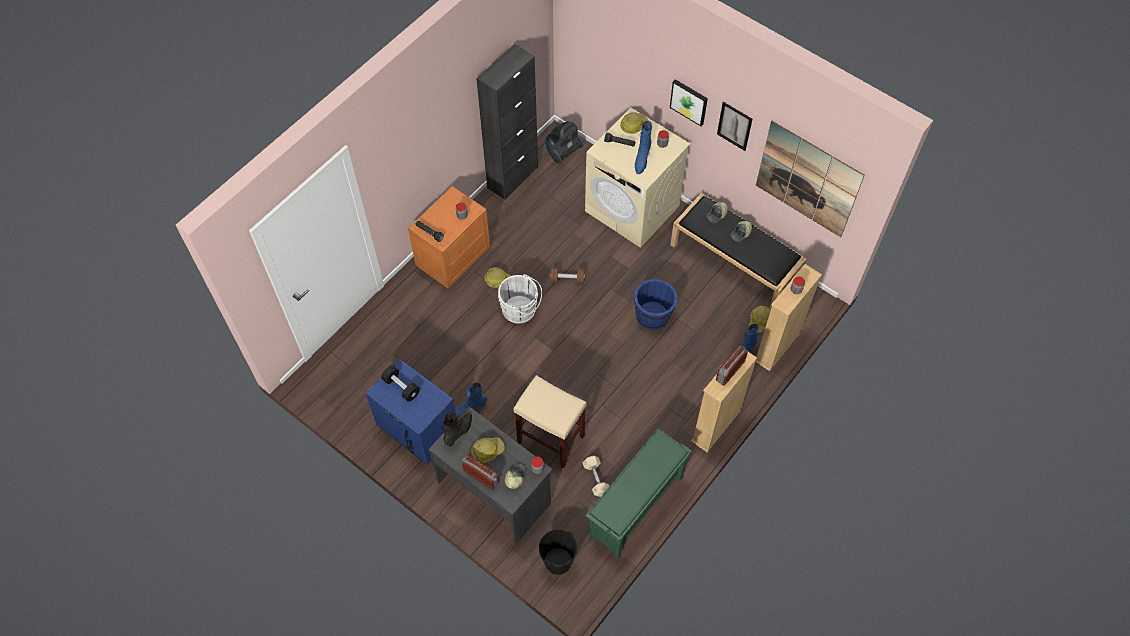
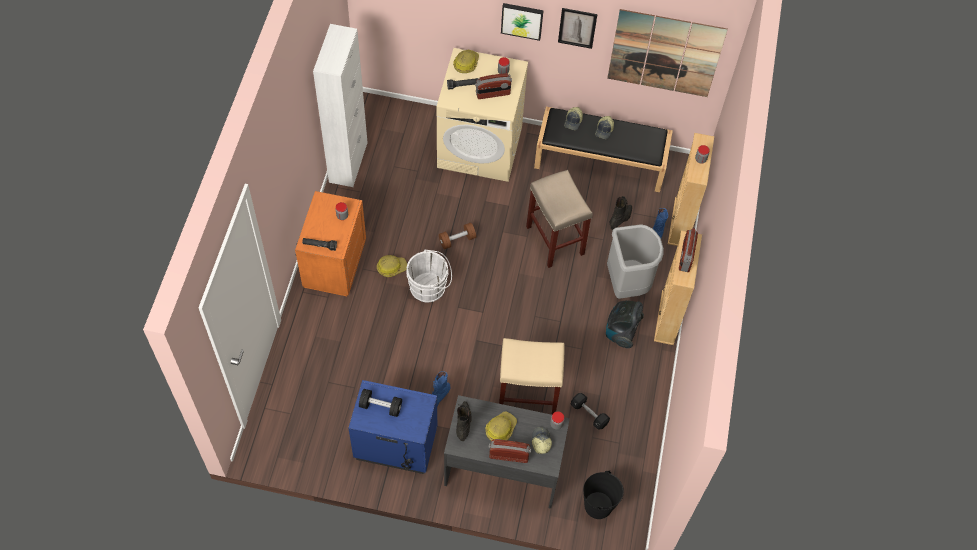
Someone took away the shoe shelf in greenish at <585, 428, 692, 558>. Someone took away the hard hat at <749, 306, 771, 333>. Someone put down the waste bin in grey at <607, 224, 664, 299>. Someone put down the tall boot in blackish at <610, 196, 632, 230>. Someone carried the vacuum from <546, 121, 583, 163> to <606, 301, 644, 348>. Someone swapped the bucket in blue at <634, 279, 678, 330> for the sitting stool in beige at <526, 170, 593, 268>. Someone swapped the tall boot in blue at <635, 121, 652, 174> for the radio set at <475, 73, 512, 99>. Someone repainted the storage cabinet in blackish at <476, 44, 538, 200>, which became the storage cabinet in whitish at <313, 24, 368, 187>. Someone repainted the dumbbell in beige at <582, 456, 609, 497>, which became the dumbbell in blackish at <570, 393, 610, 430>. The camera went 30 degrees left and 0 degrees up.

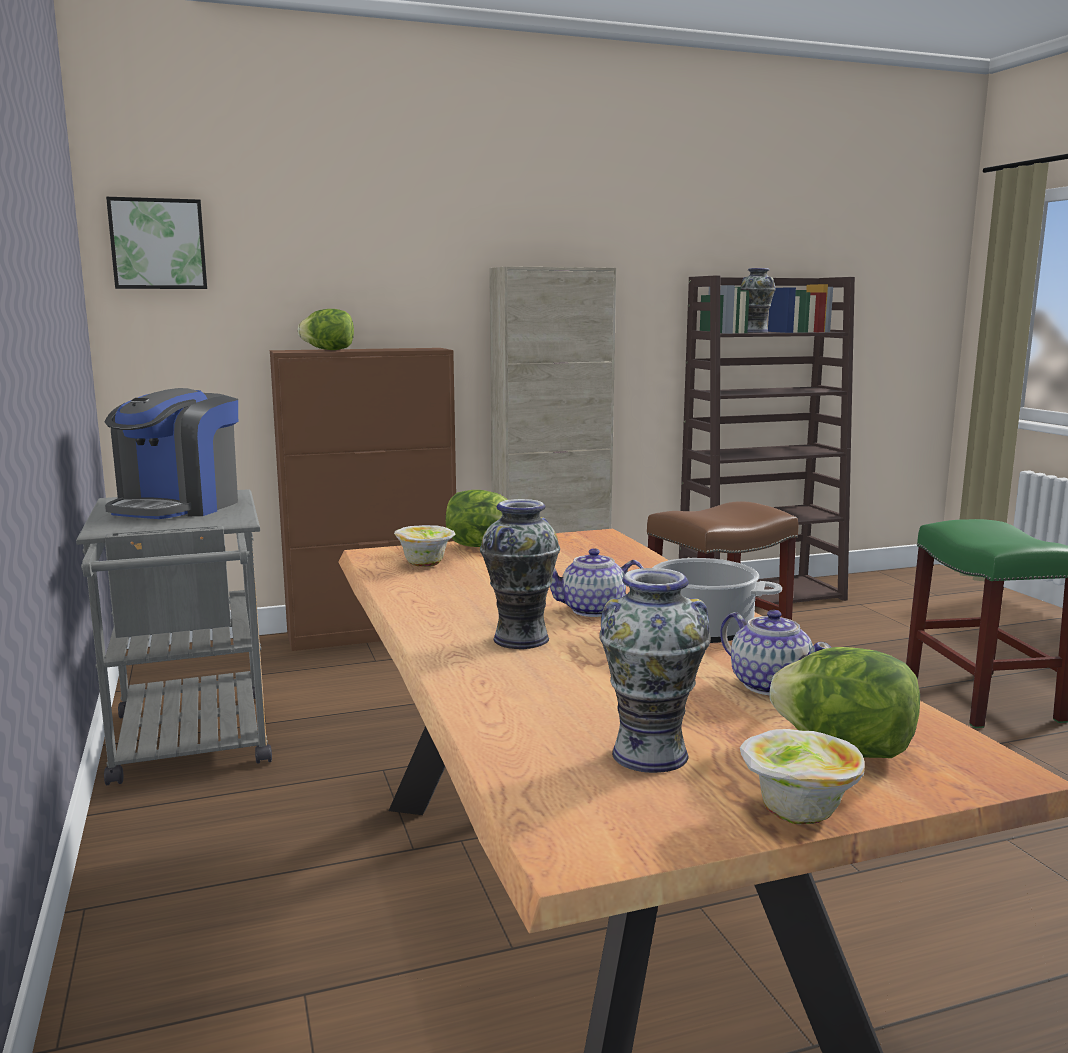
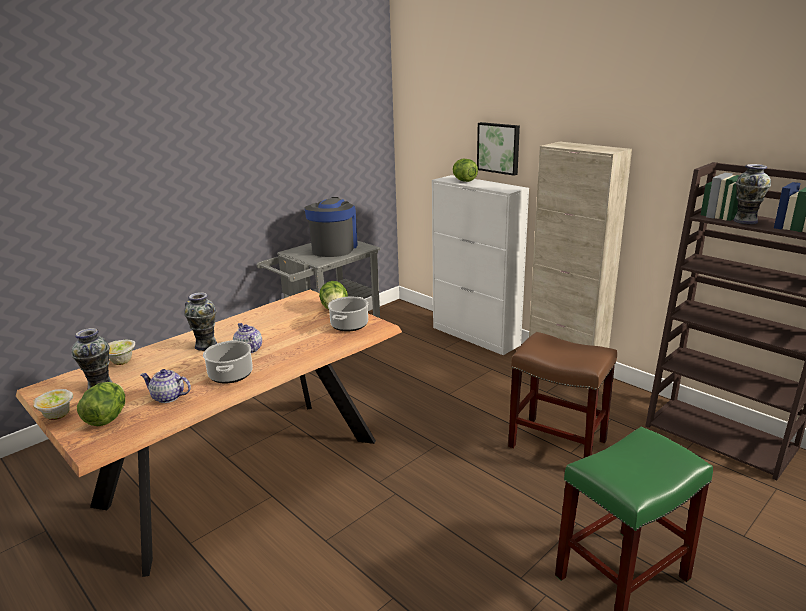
Someone put down the saucepot at <328, 297, 368, 332>. Someone carried the wall picture from <106, 197, 207, 289> to <477, 122, 520, 176>. Someone carried the deep dish from <394, 525, 455, 567> to <108, 339, 135, 365>. Someone repainted the storage cabinet in brownish at <270, 348, 456, 651>, which became the storage cabinet in whitish at <432, 175, 529, 355>. Someone rotated the coffee maker at <105, 388, 238, 519> by 105 degrees clockwise. Someone rotated the tea pot at <720, 610, 831, 695> by 75 degrees clockwise. The camera went 65 degrees right and 10 degrees up.

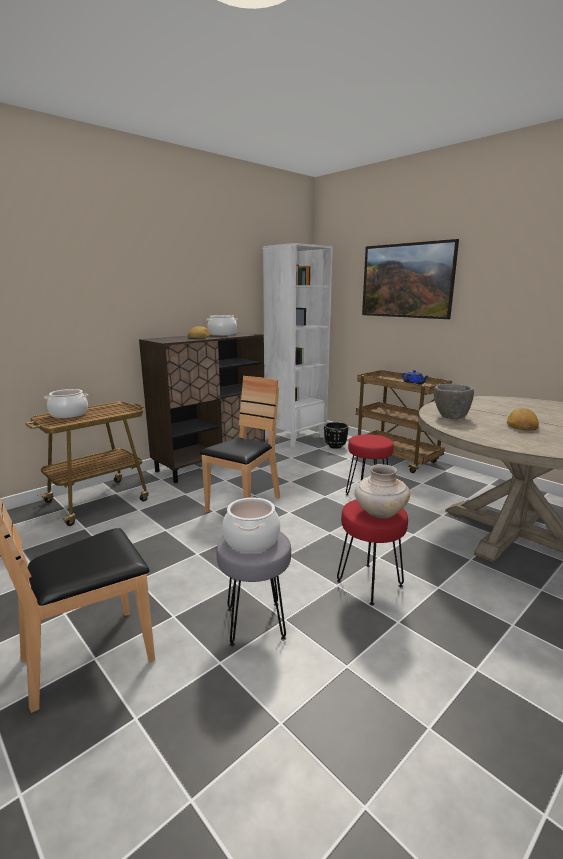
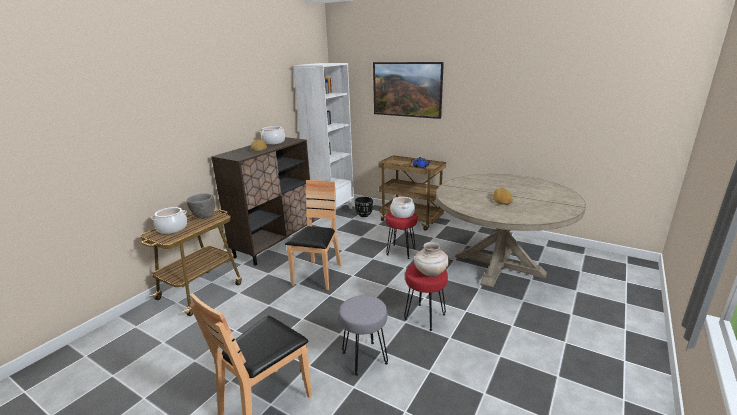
Someone carried the saucepot from <222, 498, 280, 552> to <390, 197, 415, 218>. Someone carried the deep dish in grey from <434, 384, 474, 419> to <187, 194, 215, 219>. The camera went 15 degrees left and 5 degrees up.

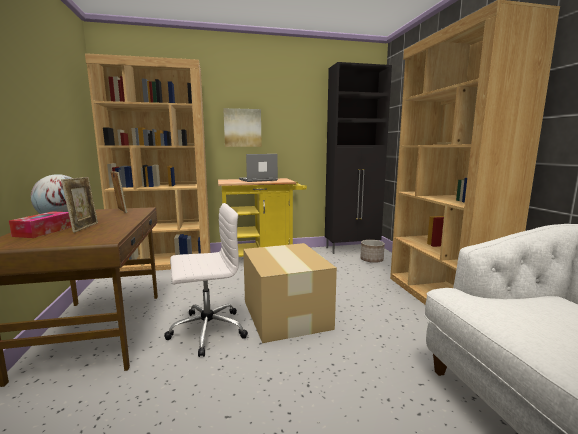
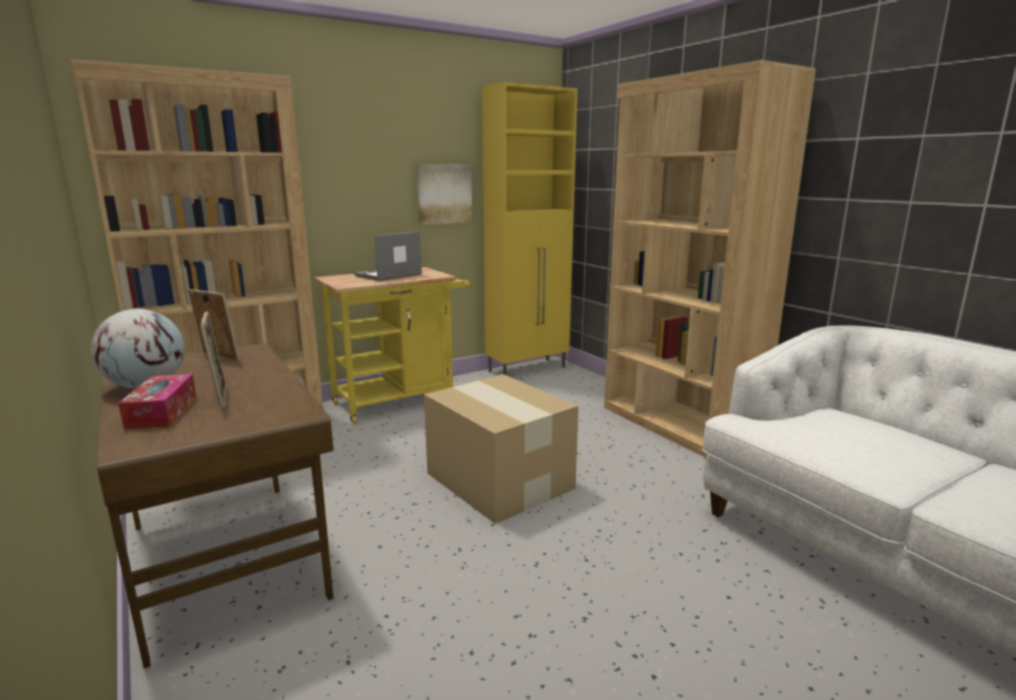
Someone took away the office chair in whitish at <164, 203, 248, 357>. Someone took away the flower pot at <361, 240, 385, 263>. Someone carried the wall picture from <223, 108, 262, 147> to <417, 164, 472, 225>. Someone repainted the storage cabinet in blackish at <325, 62, 392, 254>, which became the storage cabinet in yellowish at <482, 82, 578, 376>. The camera went 20 degrees left and 5 degrees up.

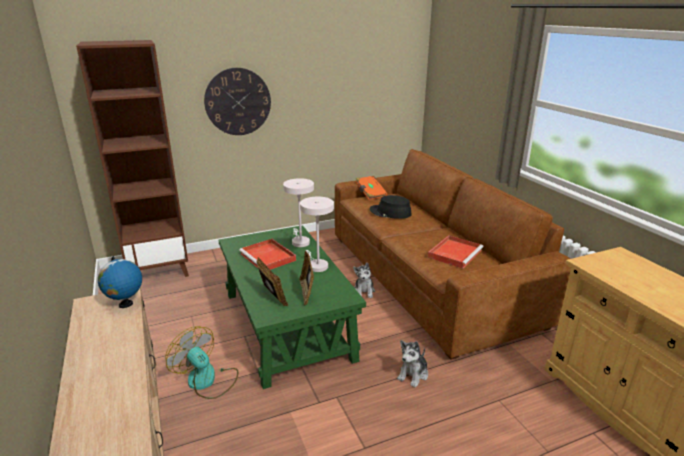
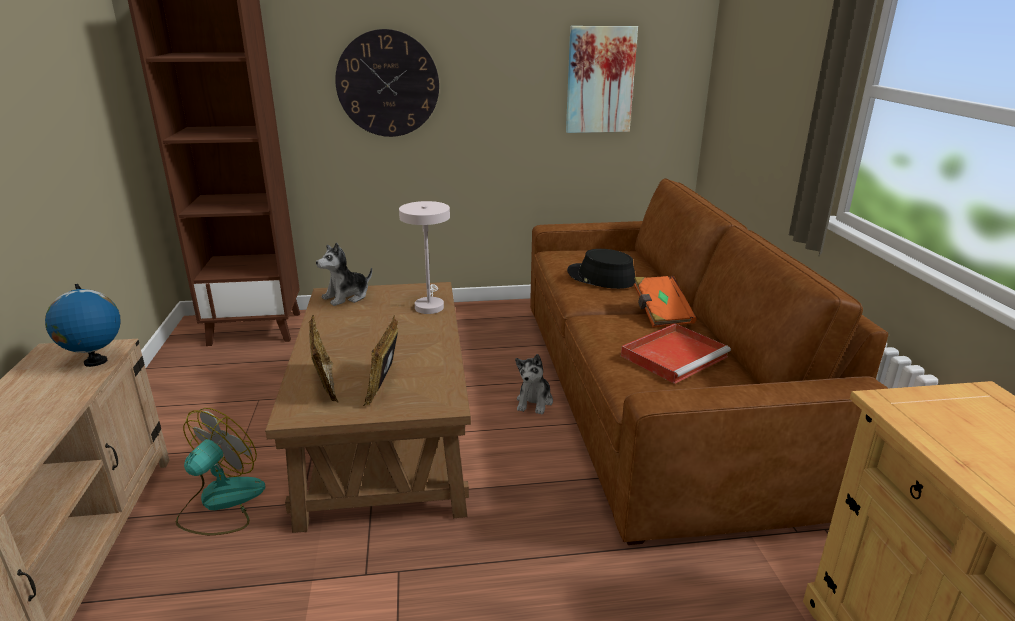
Someone took away the tray in red at <239, 239, 296, 270>. Someone took away the lamp for a table in whitish at <300, 197, 334, 272>. Someone put up the wall picture at <566, 26, 638, 133>. Someone carried the book in orange-coloured from <356, 176, 388, 200> to <634, 276, 697, 328>. Someone carried the plush toy from <397, 340, 428, 387> to <316, 242, 372, 306>. Someone repainted the low table in greenish at <218, 225, 366, 389>, which became the low table in brownish at <265, 282, 471, 533>. Someone rotated the fan at <165, 326, 238, 399> by 60 degrees clockwise. The camera went 15 degrees right and 0 degrees up.

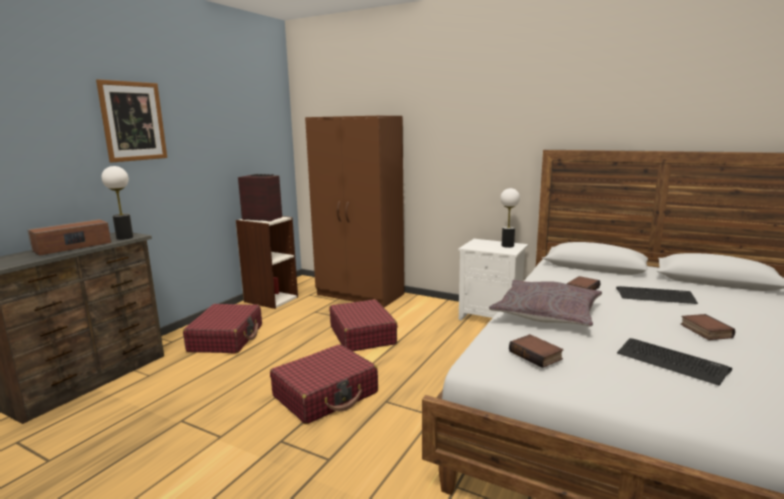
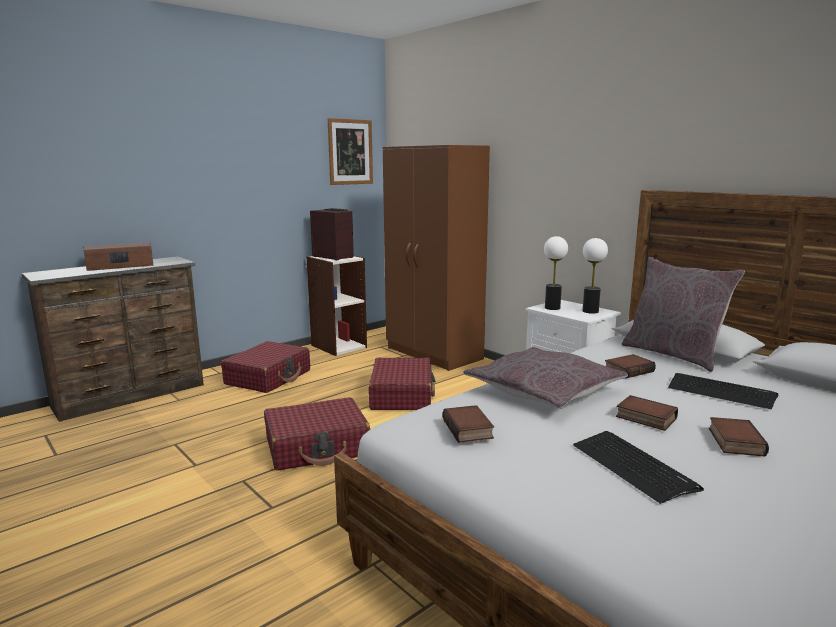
Someone put down the book at <616, 395, 678, 431>. Someone put down the pillow in grey at <621, 257, 745, 372>. Someone carried the wall picture from <96, 79, 167, 163> to <327, 118, 373, 185>. Someone carried the lamp for a table from <102, 166, 133, 240> to <544, 236, 568, 310>. The camera went 20 degrees right and 0 degrees up.

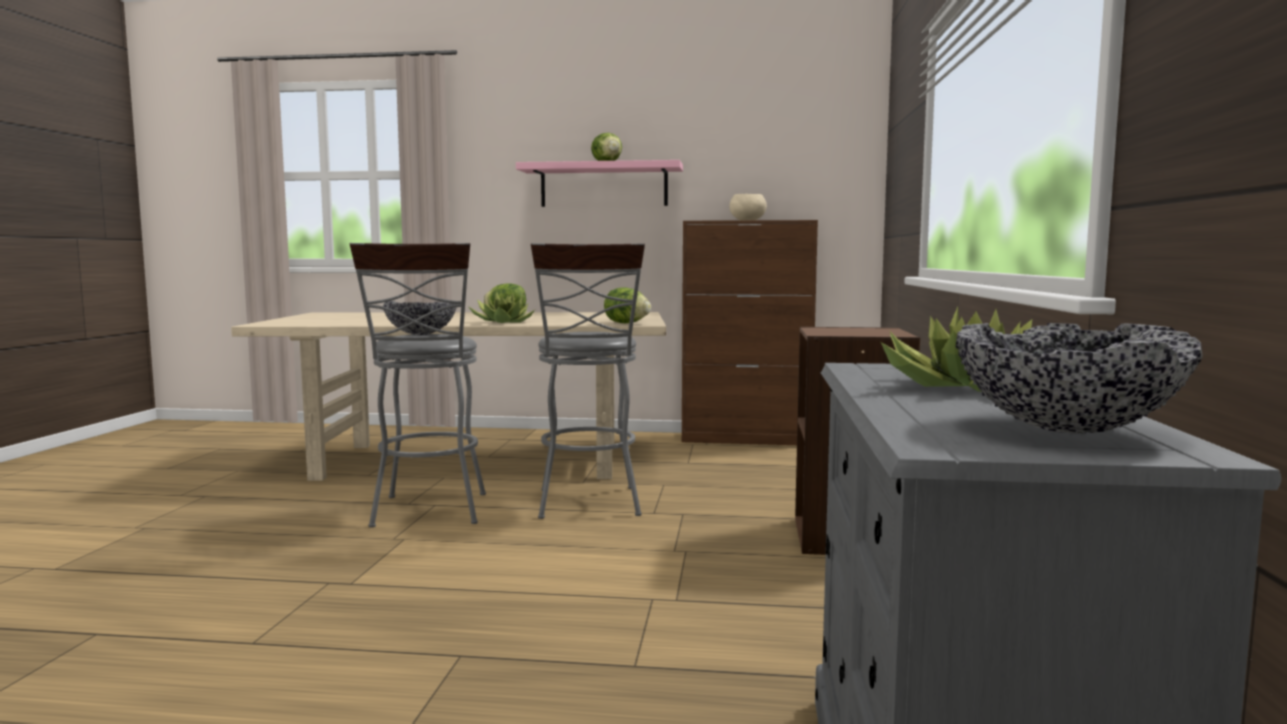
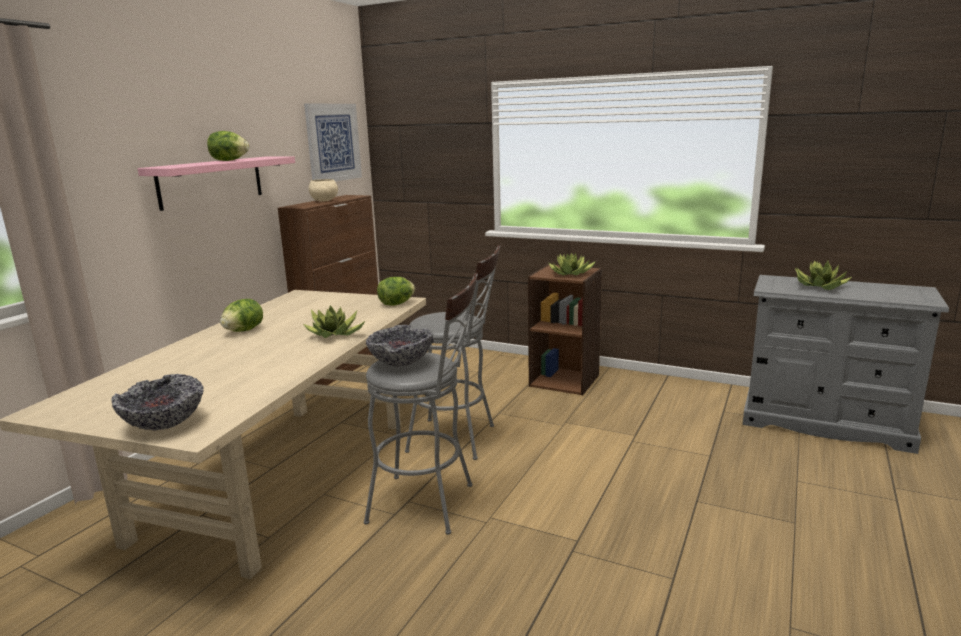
Someone put up the wall picture at <304, 103, 362, 181>. Someone put down the potted plant at <549, 252, 596, 275>. Someone carried the deep dish from <956, 323, 1203, 434> to <111, 374, 204, 430>. The camera went 70 degrees left and 10 degrees up.

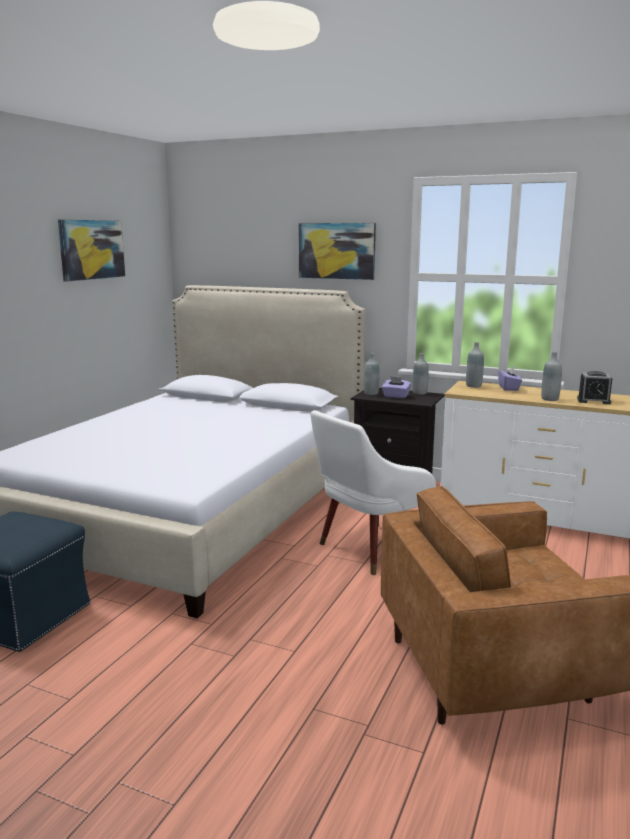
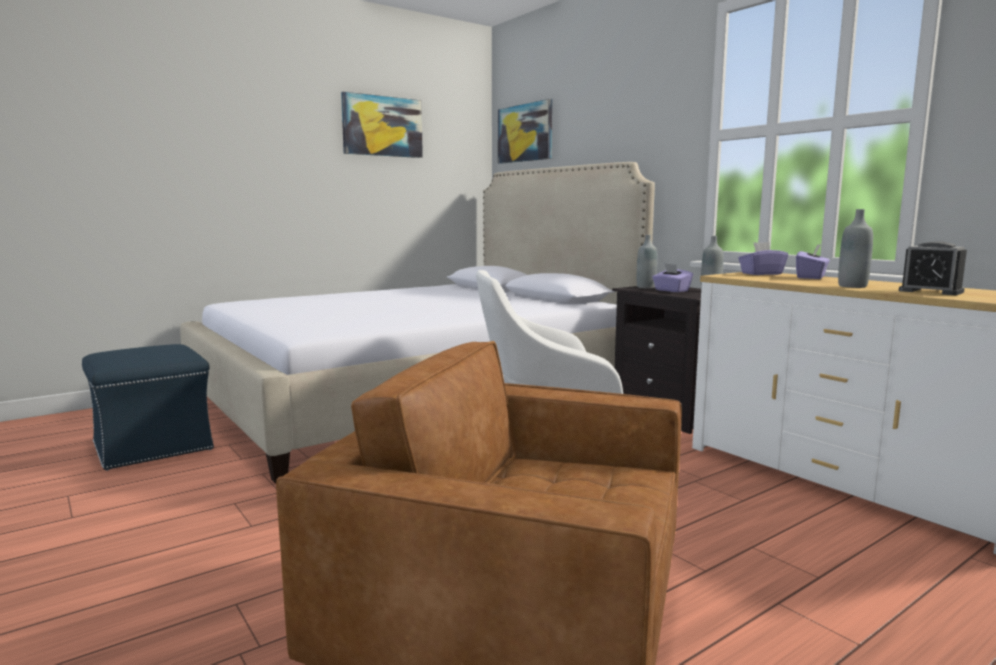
Someone carried the wall picture from <298, 223, 376, 280> to <498, 99, 552, 164>. Someone swapped the drink bottle in grey at <466, 342, 484, 388> for the tissue box in purplish at <738, 242, 788, 275>. The camera went 30 degrees right and 5 degrees down.

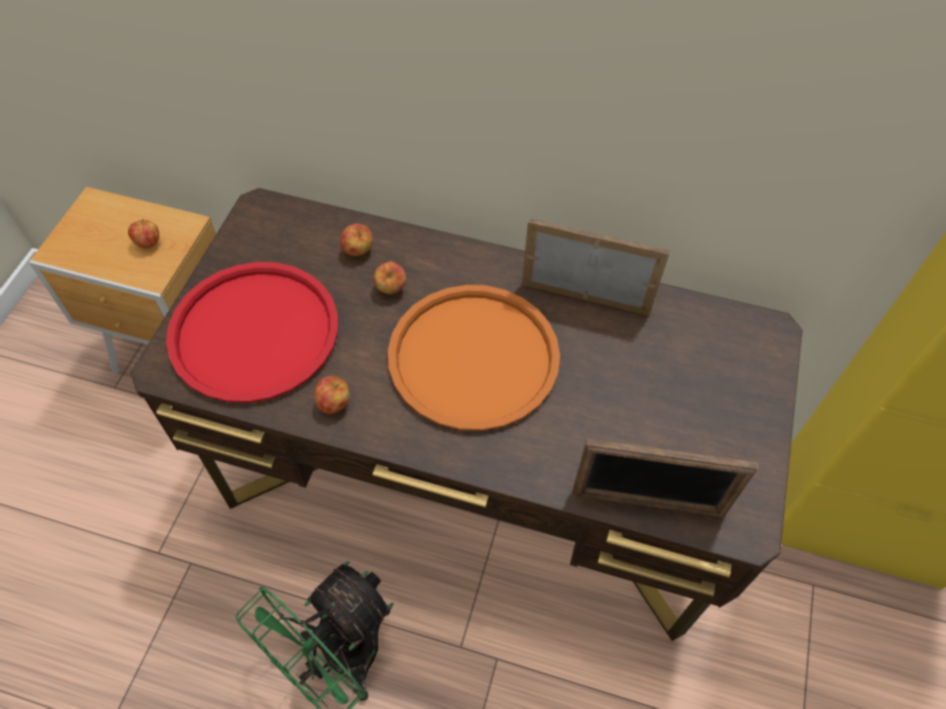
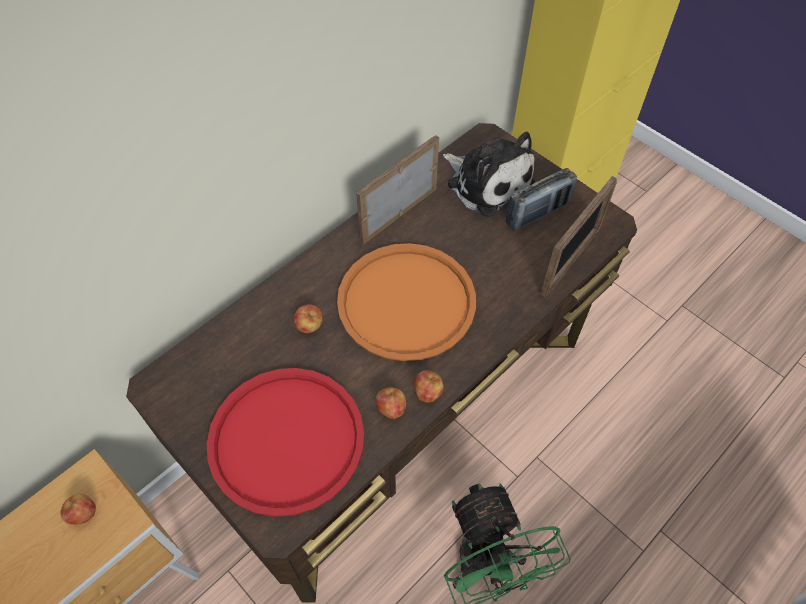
Someone put down the plush toy at <443, 132, 535, 217>. Someone put down the radio set at <506, 168, 577, 231>. Someone carried the apple from <340, 224, 373, 256> to <414, 370, 443, 403>. The camera went 60 degrees left and 0 degrees up.

